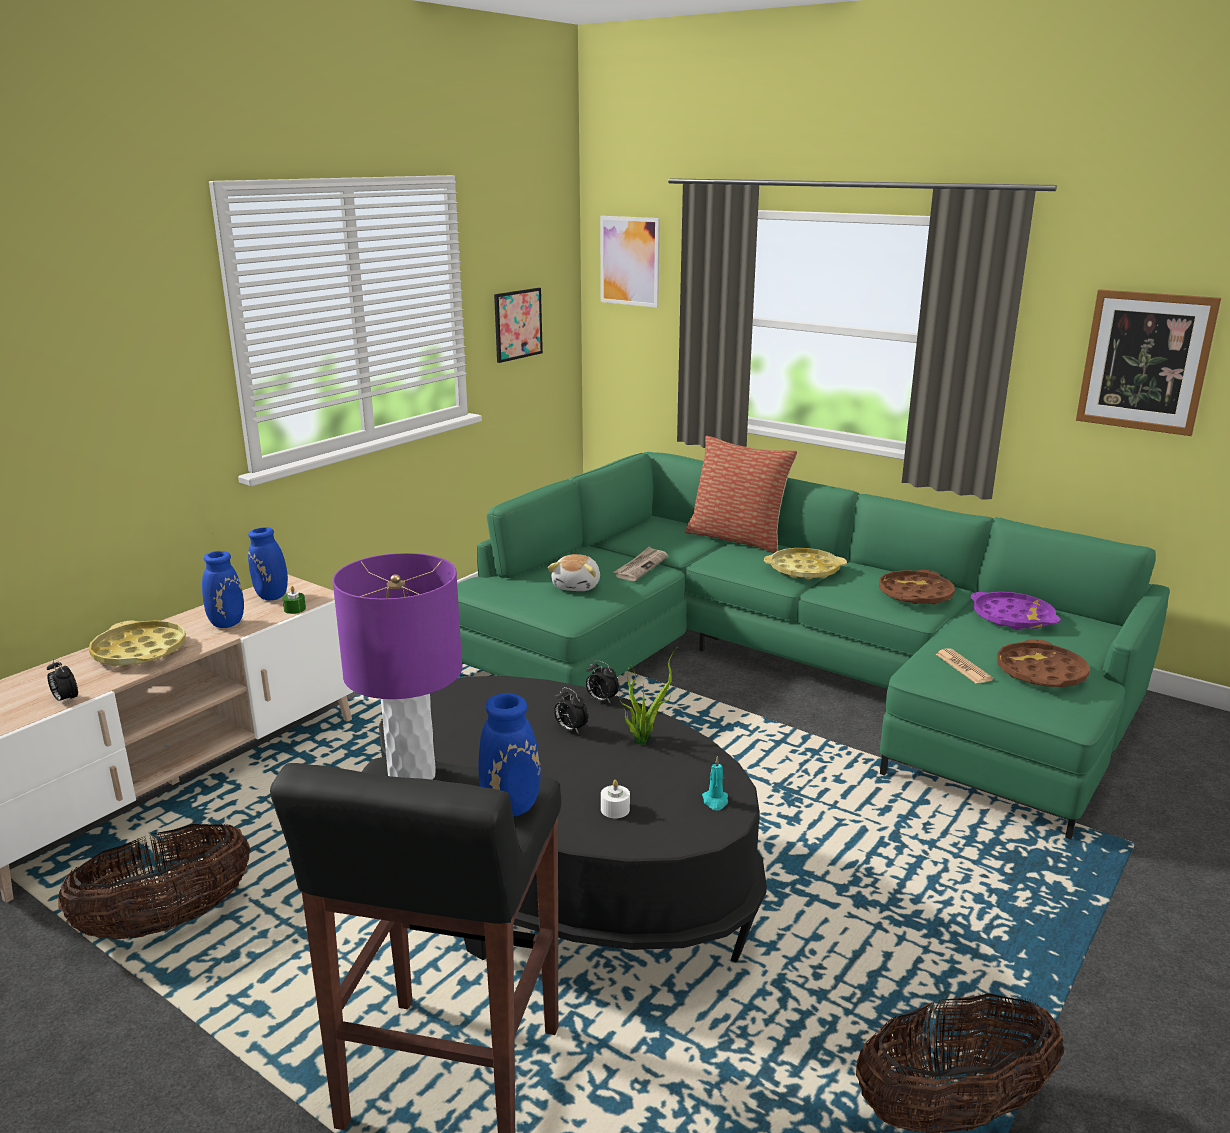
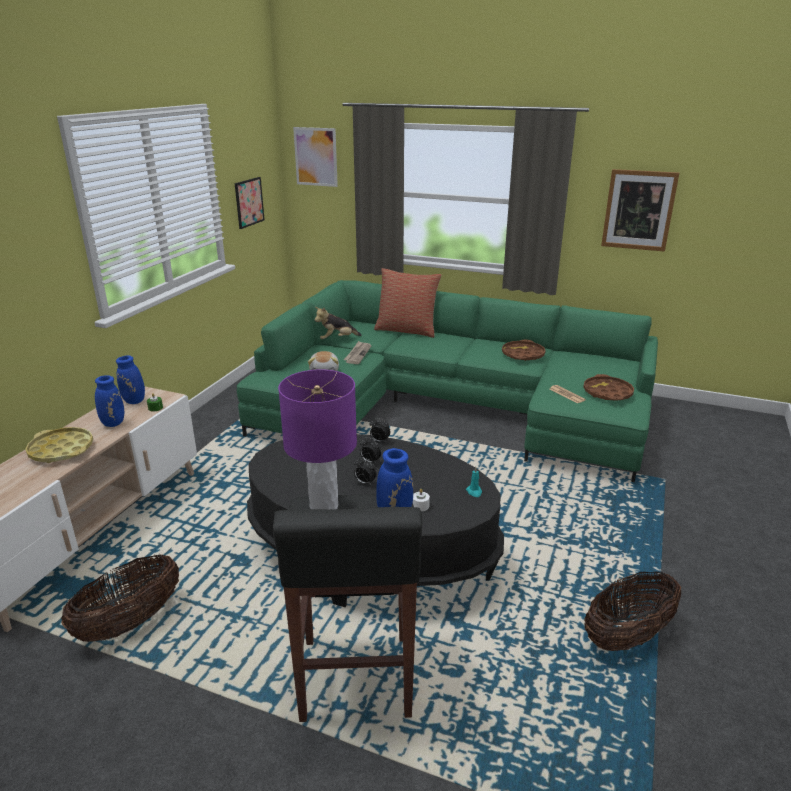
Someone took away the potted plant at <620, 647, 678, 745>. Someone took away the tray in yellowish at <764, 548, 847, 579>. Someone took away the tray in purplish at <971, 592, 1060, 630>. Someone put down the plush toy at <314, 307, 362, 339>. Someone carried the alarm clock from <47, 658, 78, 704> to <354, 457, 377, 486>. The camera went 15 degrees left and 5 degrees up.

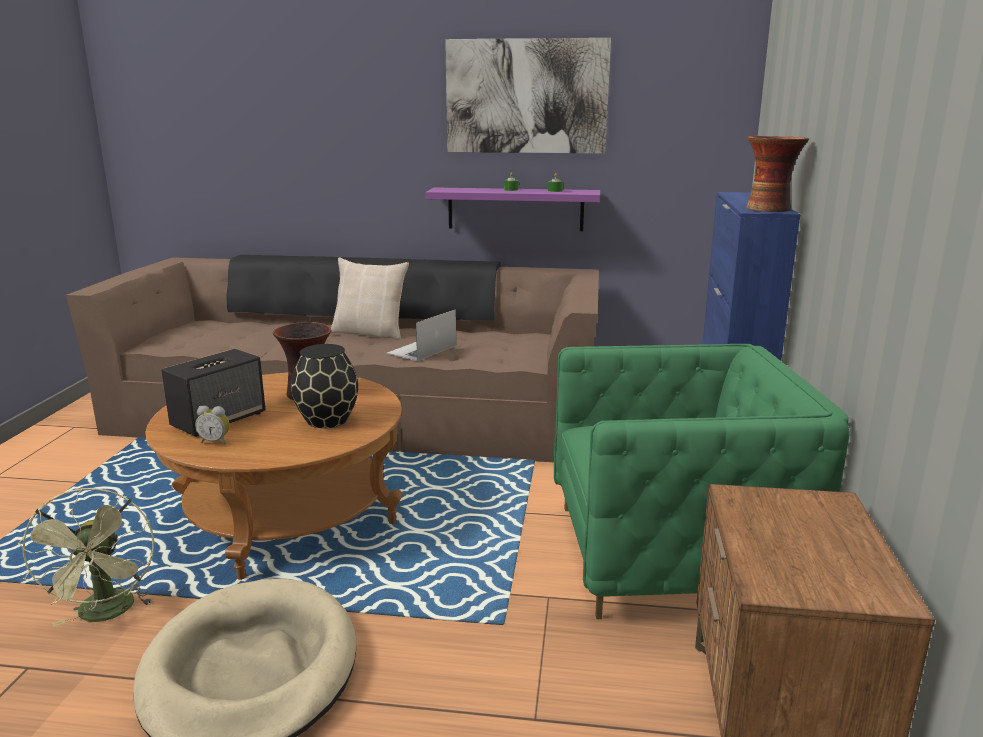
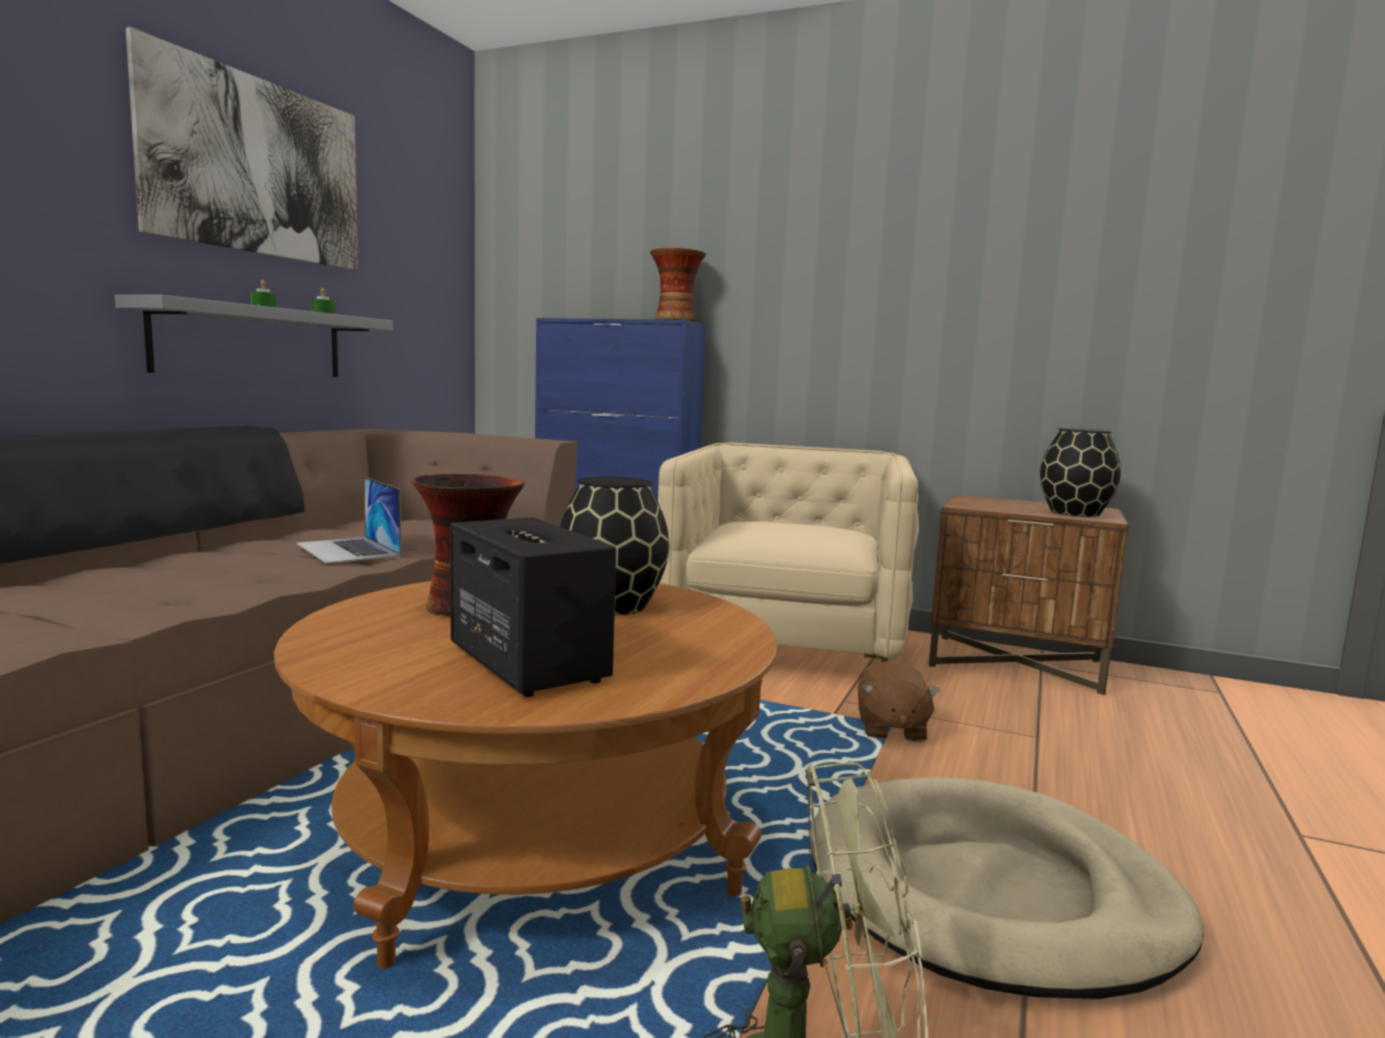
Someone took away the alarm clock at <195, 405, 230, 445>. Someone took away the pillow in beige at <331, 257, 409, 339>. Someone put down the plush toy in brownish at <858, 661, 940, 742>. Someone put down the vase in blackish at <1040, 428, 1121, 517>. Someone repainted the shelf in purplish at <426, 187, 600, 231>, which became the shelf in grey at <115, 295, 393, 377>. Someone repainted the easy chair in greenish at <554, 344, 850, 619>, which became the easy chair in beige at <658, 443, 919, 662>. The camera went 75 degrees left and 10 degrees down.

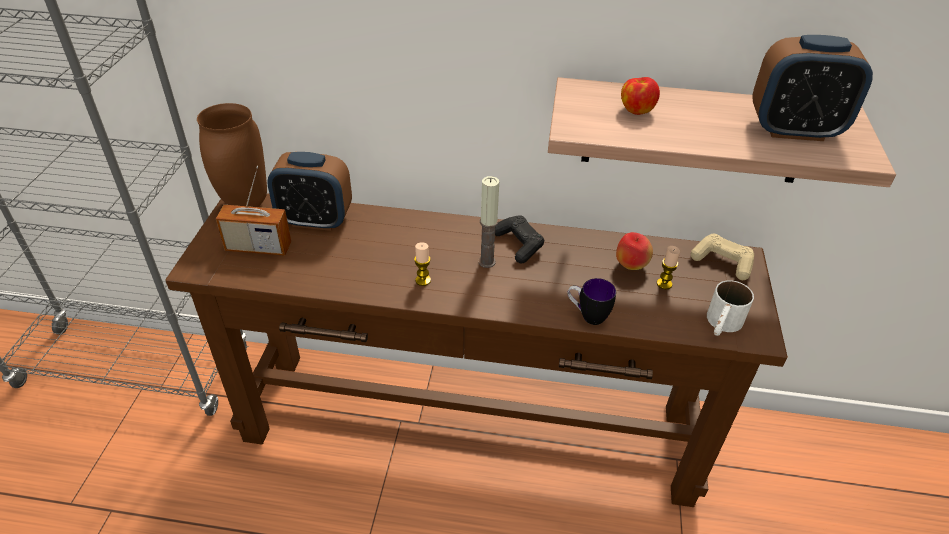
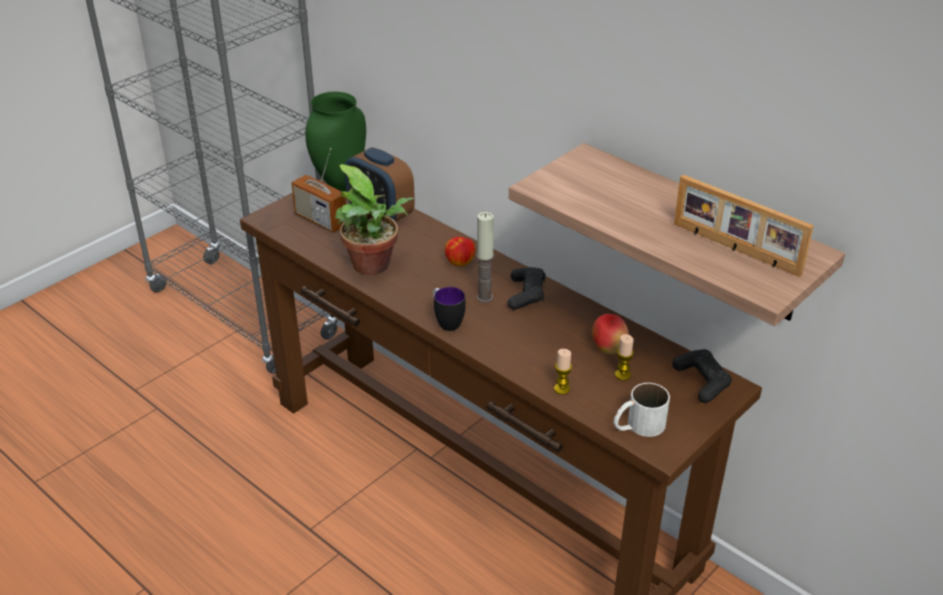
Someone put down the potted plant at <335, 164, 414, 275>. Someone carried the wax light from <414, 242, 431, 286> to <554, 349, 572, 395>. Someone carried the mug from <567, 278, 616, 325> to <433, 287, 466, 331>. Someone carried the apple from <621, 77, 660, 115> to <445, 237, 475, 266>. Someone swapped the alarm clock at <752, 35, 873, 141> for the standing frame at <674, 175, 814, 277>. Someone repainted the vase in brownish at <197, 103, 267, 207>, which became the vase in greenish at <305, 92, 366, 191>. Someone repainted the joypad in beige at <691, 234, 754, 280>, which became the joypad in blackish at <672, 349, 732, 403>. The camera went 35 degrees right and 5 degrees down.

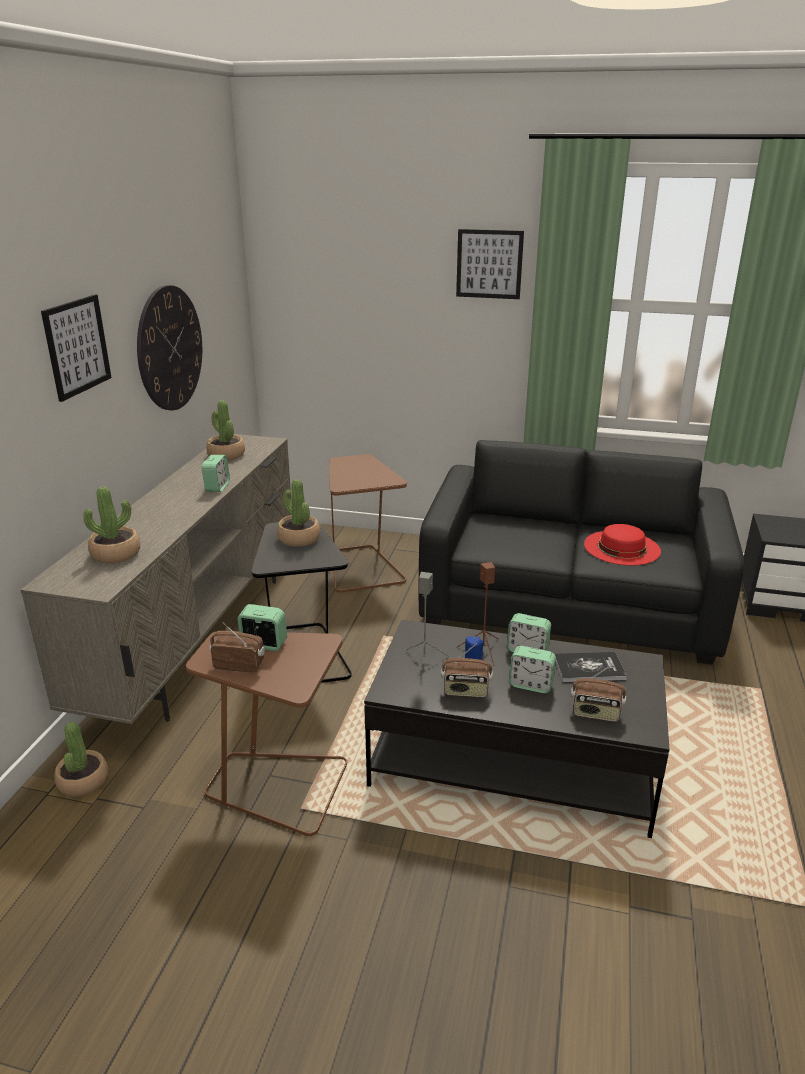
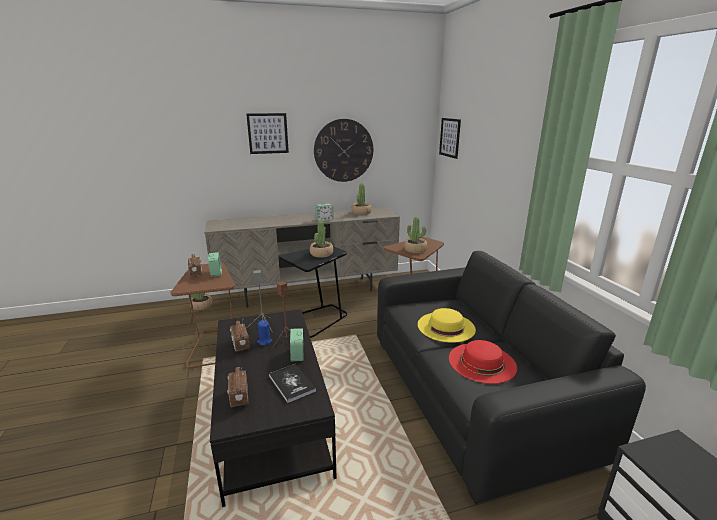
Someone took away the alarm clock at <509, 646, 556, 693>. Someone put down the clothing hat in yellowish at <418, 308, 476, 343>. Someone carried the potted plant from <83, 486, 140, 564> to <404, 217, 427, 253>. Someone carried the wall picture from <456, 229, 524, 299> to <439, 118, 461, 159>. The camera went 60 degrees right and 5 degrees down.

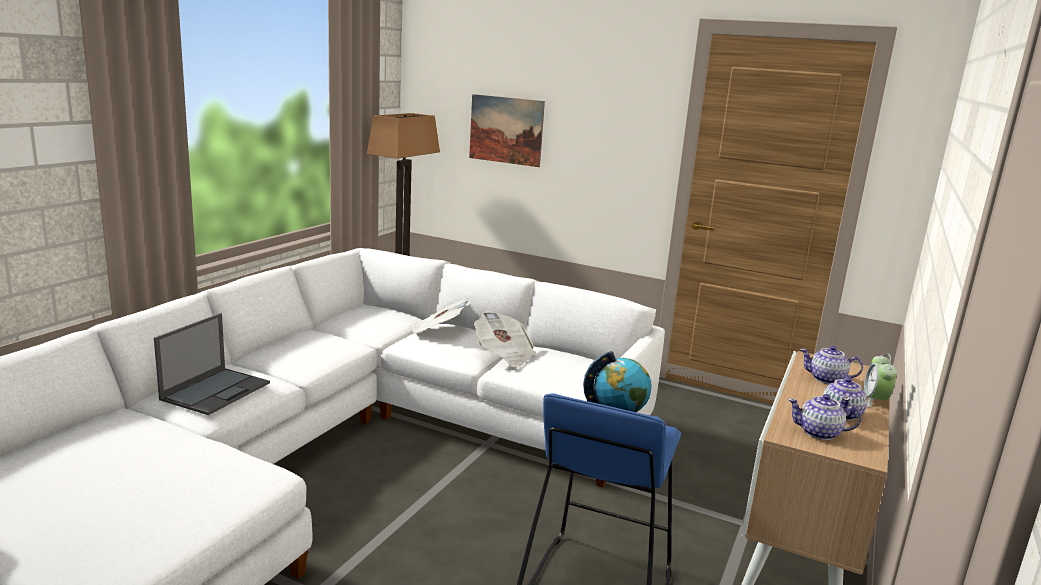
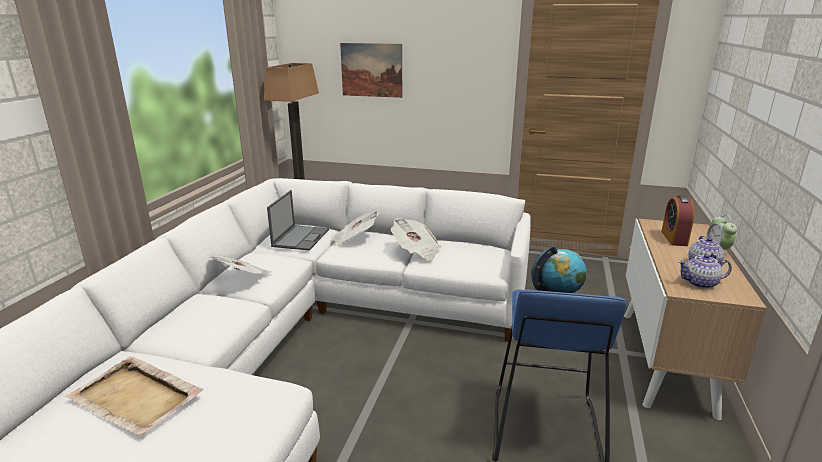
Someone put down the tray in beige at <65, 356, 203, 436>. Someone put down the daily paper at <208, 254, 272, 274>. Someone carried the portable computer from <154, 313, 270, 415> to <267, 190, 329, 251>. Someone swapped the tea pot at <800, 346, 863, 384> for the alarm clock at <661, 195, 694, 246>. The camera went 10 degrees left and 5 degrees up.

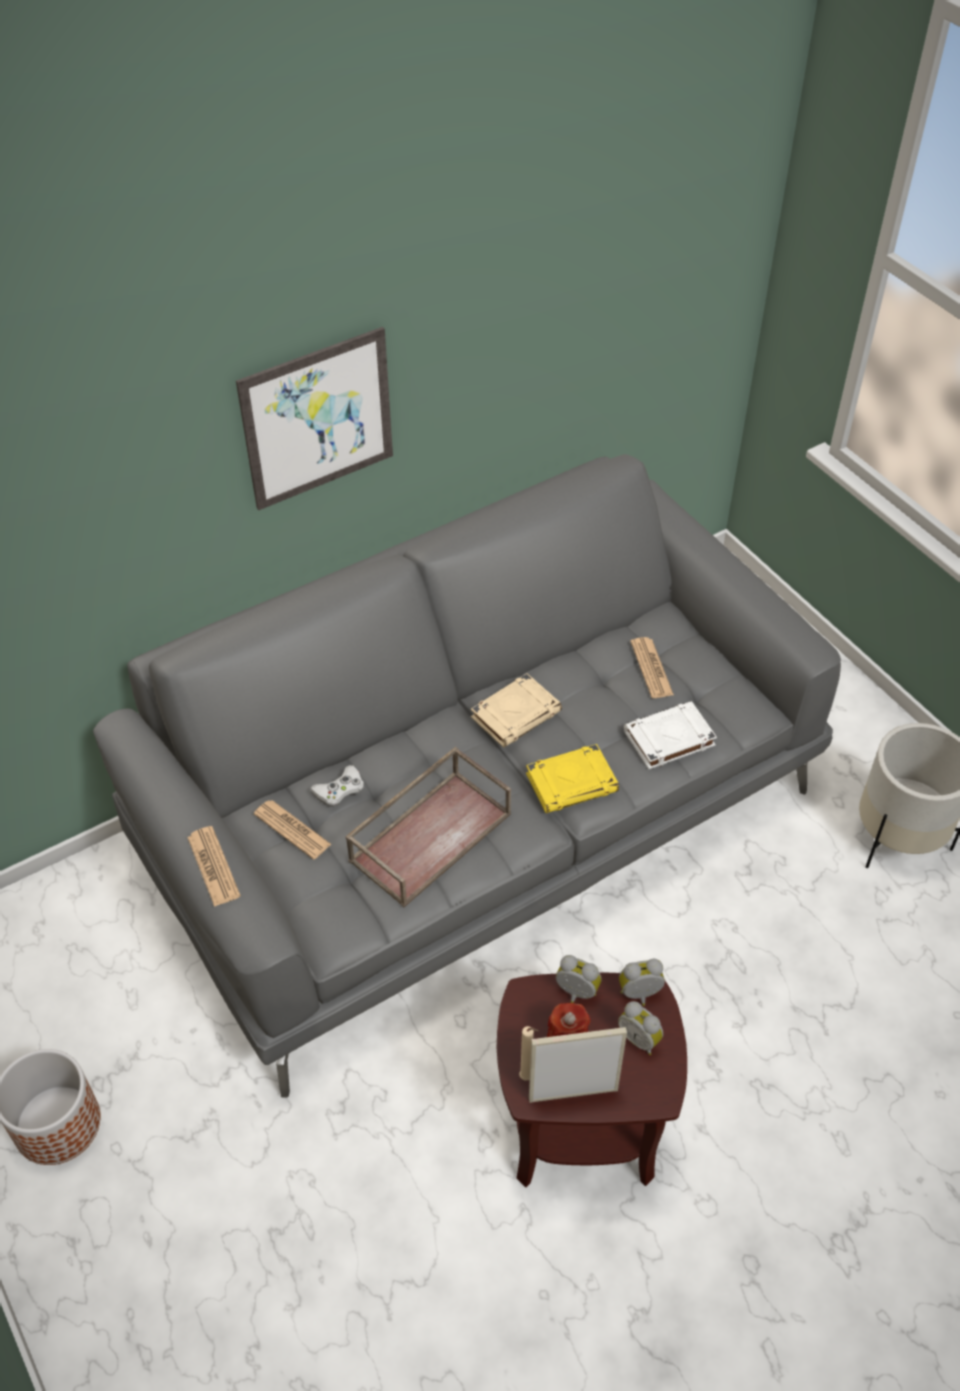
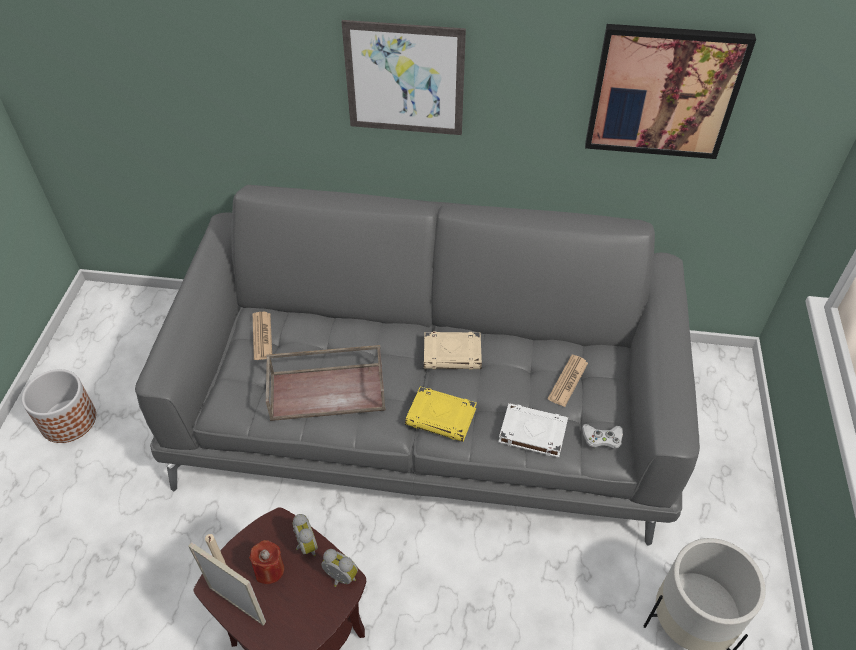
Someone took away the daily paper at <187, 826, 241, 907>. Someone took away the alarm clock at <618, 1001, 663, 1055>. Someone put up the wall picture at <585, 24, 756, 159>. Someone carried the joypad in whitish from <310, 765, 364, 807> to <582, 424, 623, 450>. The camera went 40 degrees right and 0 degrees up.

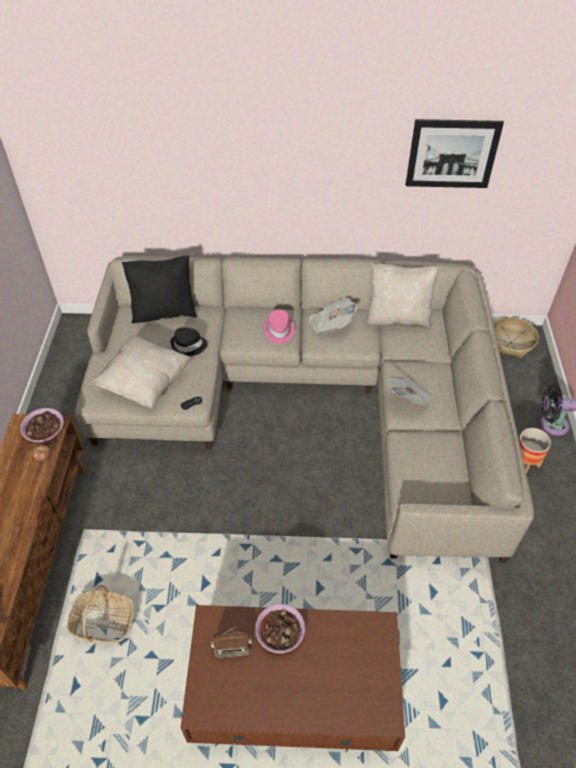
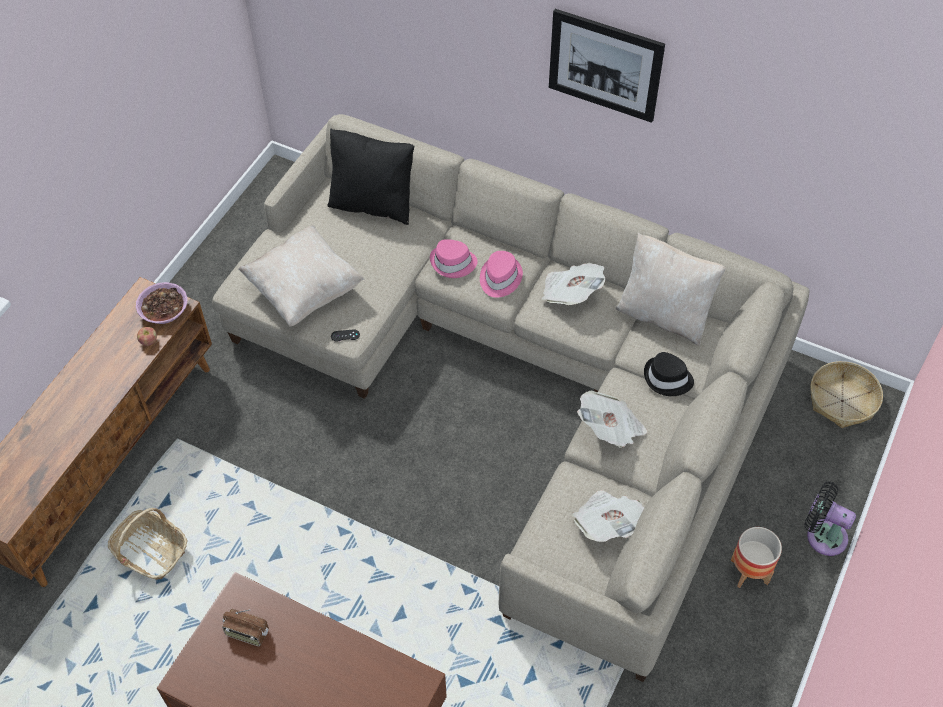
Someone took away the deep dish at <255, 604, 305, 653>. Someone put down the clothing hat in pink at <430, 239, 478, 278>. Someone put down the daily paper at <572, 490, 644, 542>. Someone carried the clothing hat in blackish from <170, 327, 208, 356> to <644, 352, 694, 396>. Someone carried the wall picture from <406, 119, 504, 188> to <549, 9, 665, 123>. The camera went 25 degrees right and 5 degrees up.

